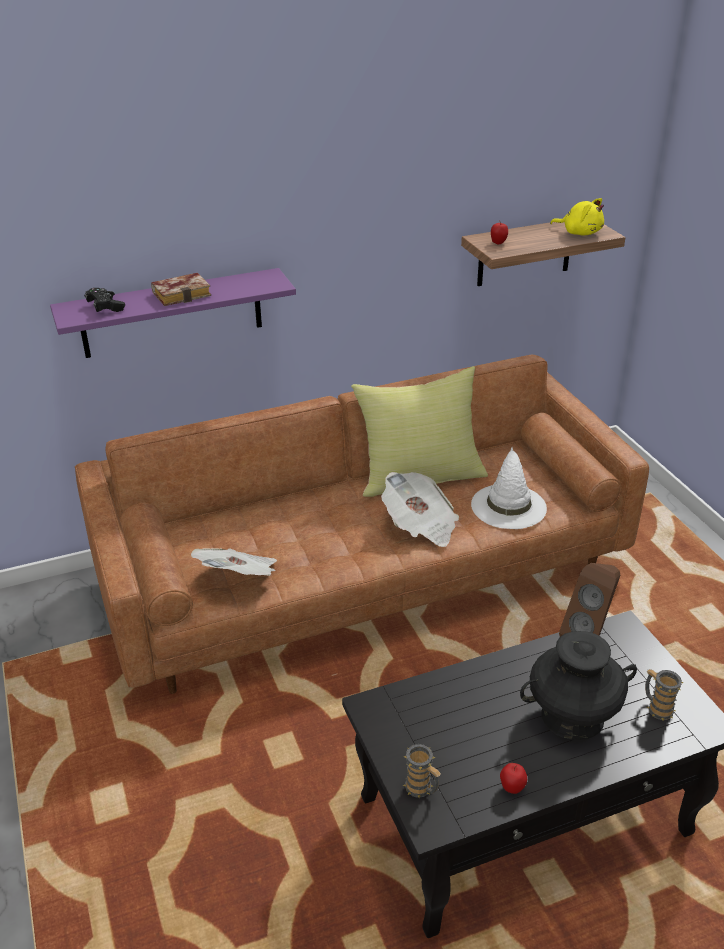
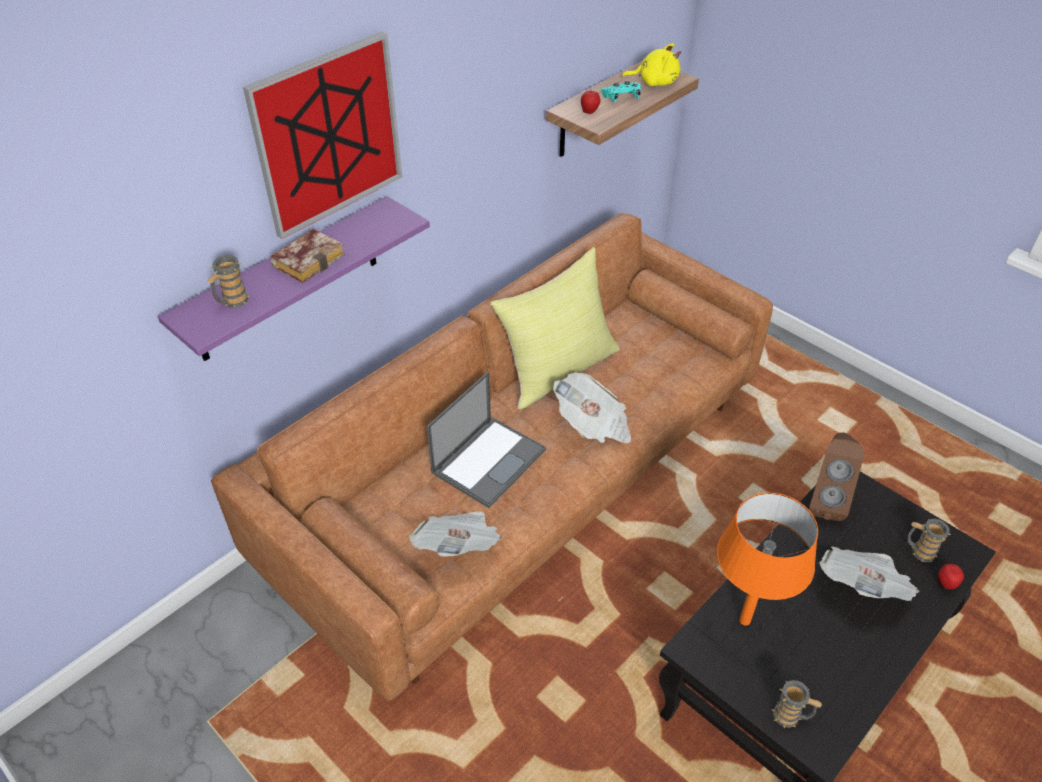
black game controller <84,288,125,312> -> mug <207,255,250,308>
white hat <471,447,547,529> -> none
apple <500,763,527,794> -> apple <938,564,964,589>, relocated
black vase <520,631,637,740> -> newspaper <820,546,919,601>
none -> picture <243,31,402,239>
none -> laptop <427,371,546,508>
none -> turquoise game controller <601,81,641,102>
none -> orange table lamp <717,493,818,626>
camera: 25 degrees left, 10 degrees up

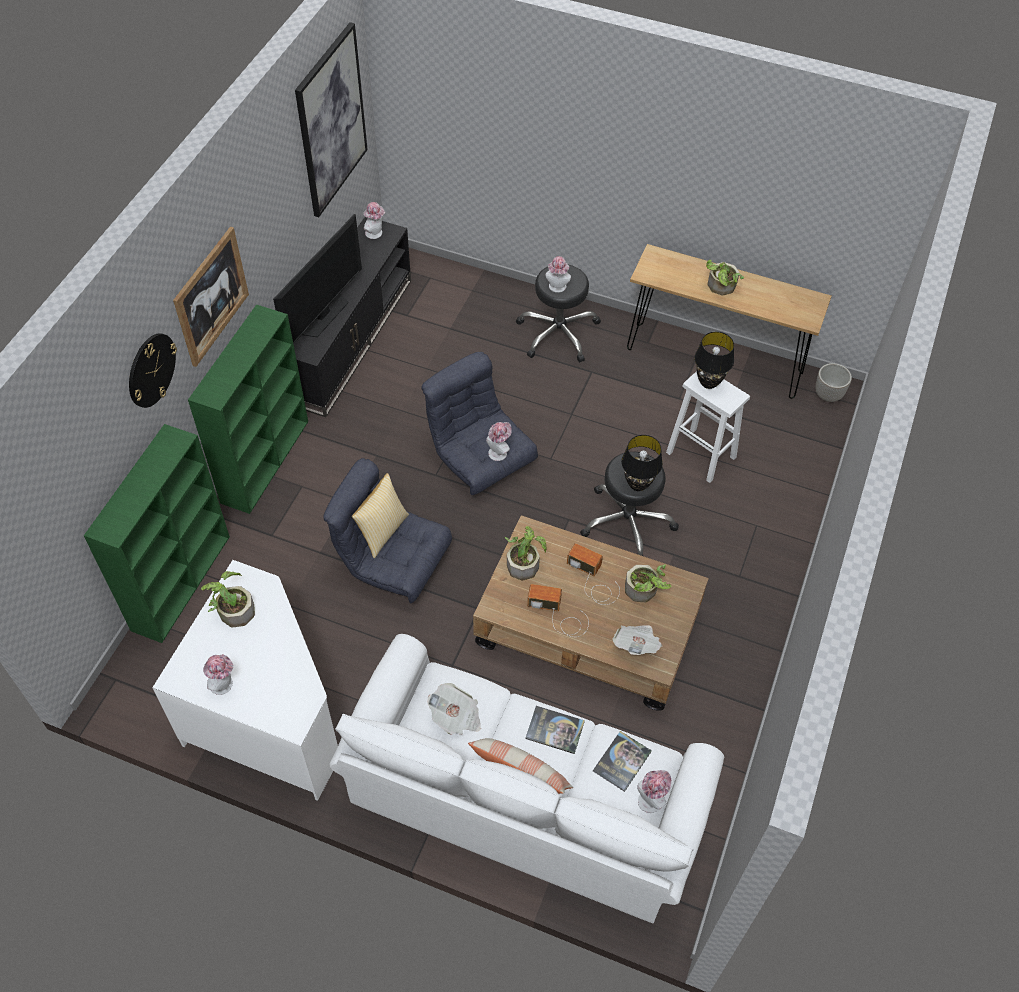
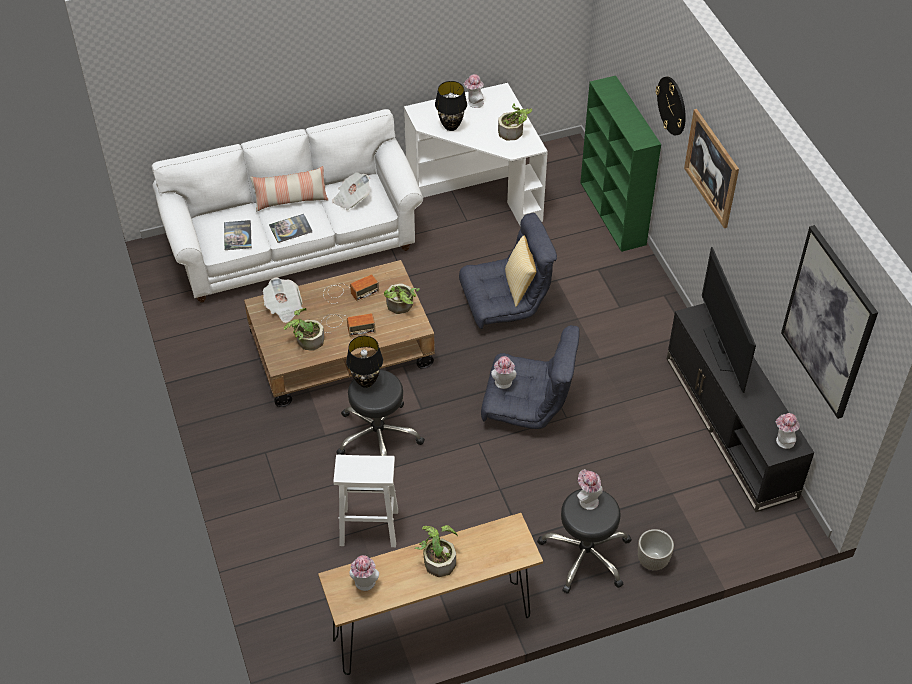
green bookcase <188,304,308,514> -> none
hat <637,770,671,813> -> hat <349,555,379,591>, relocated
black table lamp <694,331,734,389> -> black table lamp <435,81,467,131>, relocated
planter <815,363,852,402> -> planter <638,529,674,570>, relocated
camera: 140 degrees right, 5 degrees down

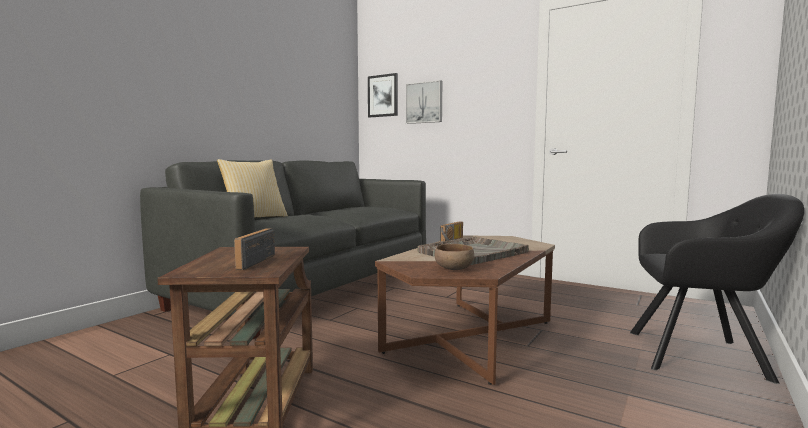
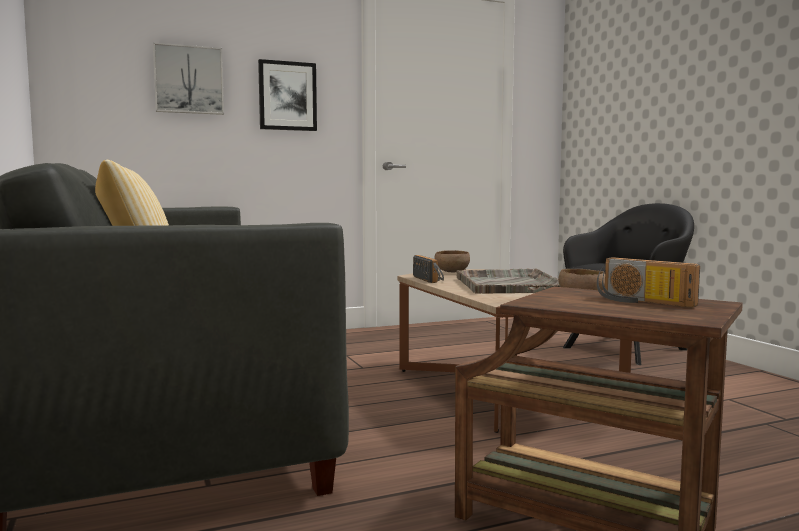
picture <368,73,398,117> -> picture <258,59,317,131>, relocated
none -> brown bowl <434,250,470,272>
camera: 55 degrees left, 0 degrees up

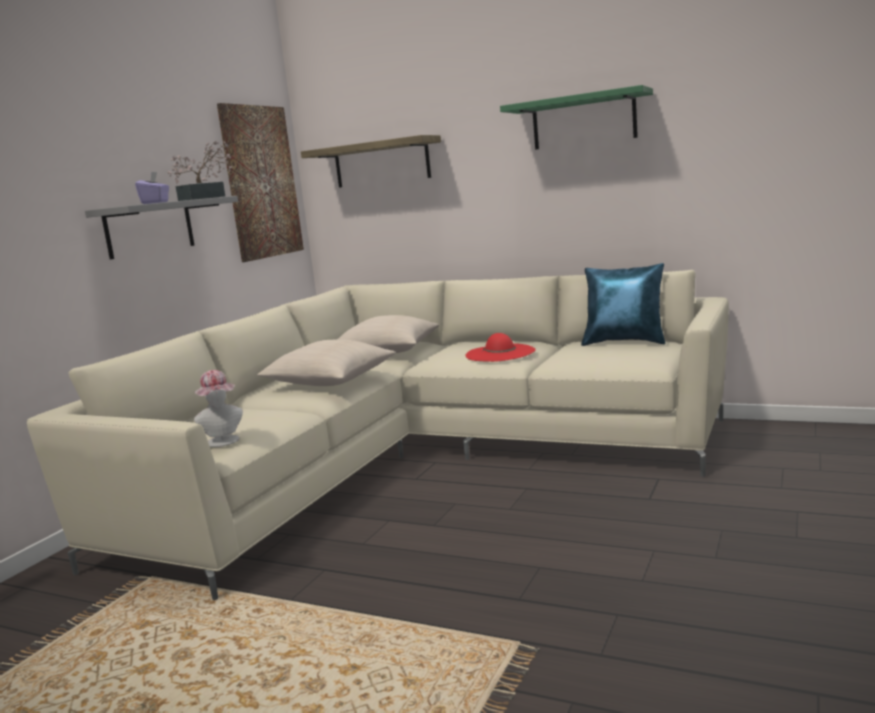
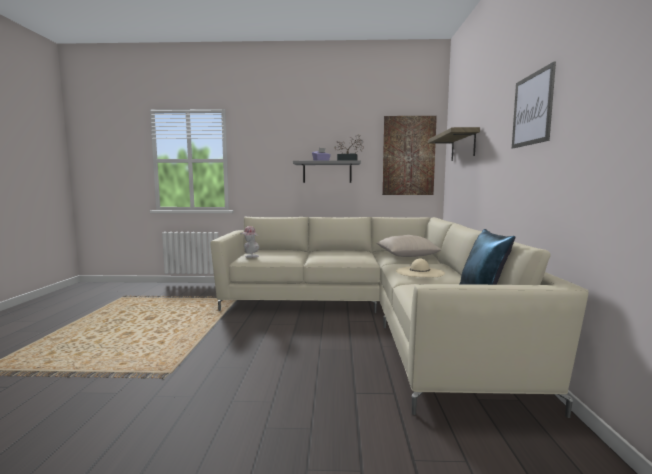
beige pillow <257,340,396,386> -> none
red hat <466,333,536,362> -> beige hat <396,259,445,277>
green shelf <500,85,653,150> -> picture <512,62,556,148>
camera: 65 degrees right, 5 degrees down

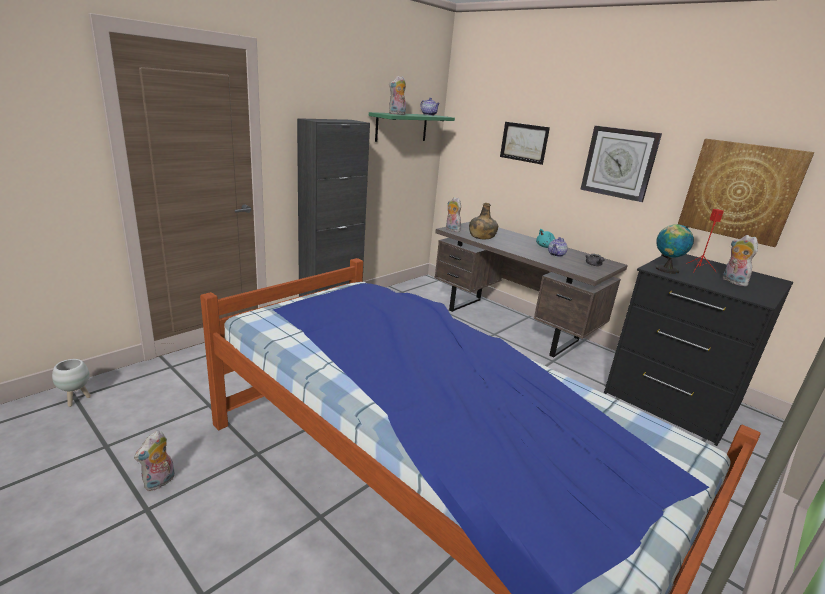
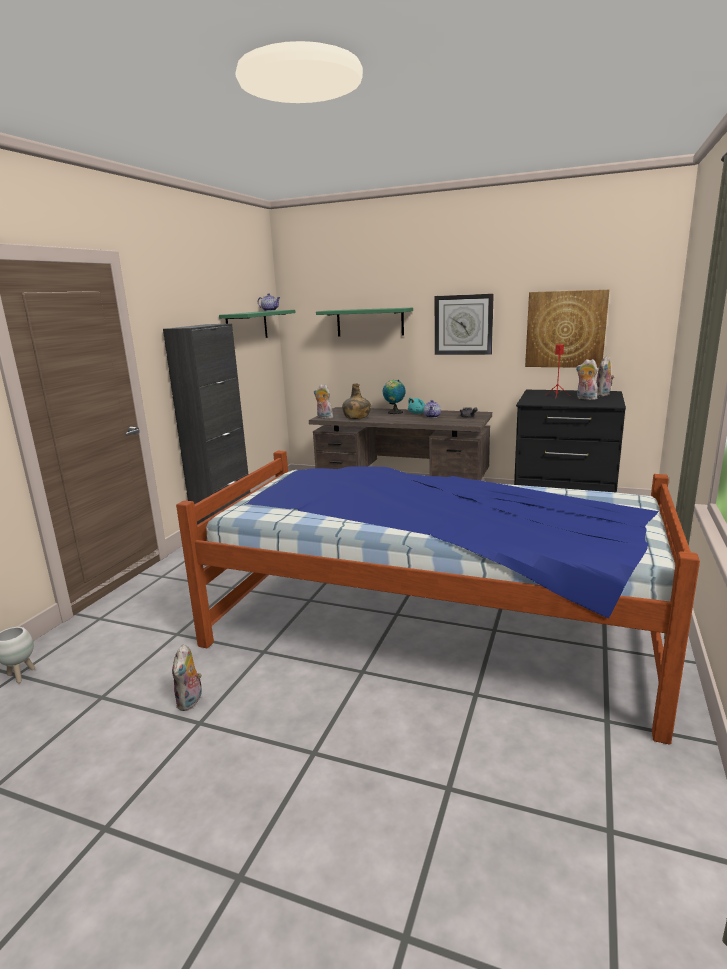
plush toy <389,76,406,115> -> plush toy <596,356,614,396>, relocated
picture <500,122,550,165> -> green shelf <316,308,413,337>
globe <656,224,694,274> -> globe <383,380,406,414>, relocated
camera: 20 degrees left, 5 degrees down

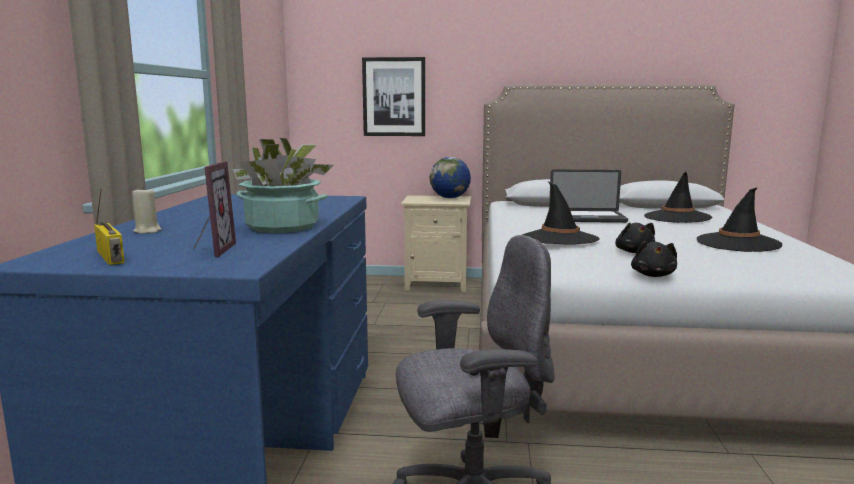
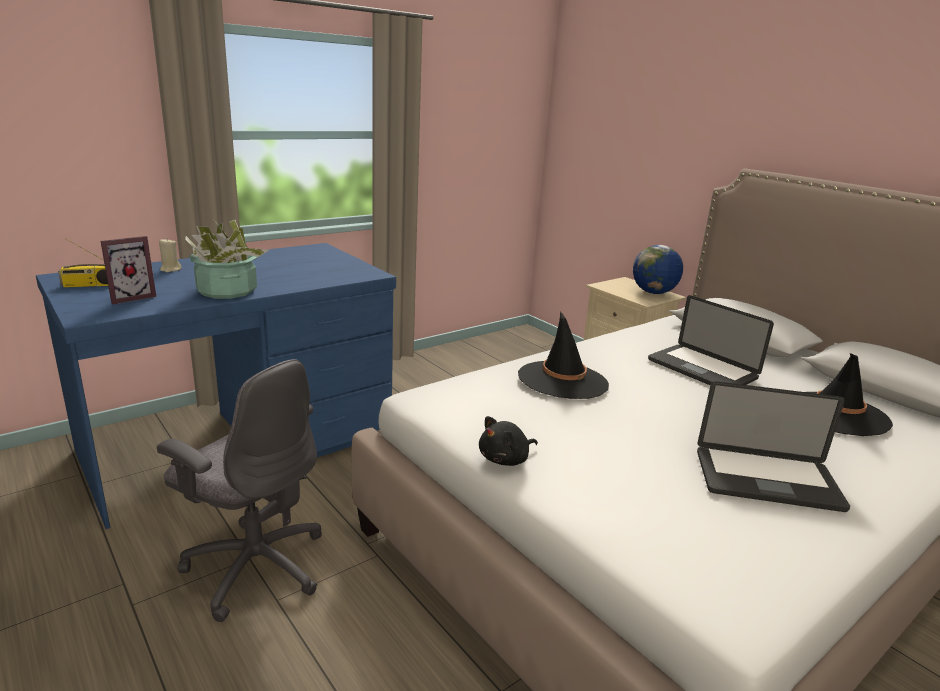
radio <94,188,125,265> -> radio <58,238,108,288>, 60 degrees clockwise
picture <362,57,425,136> -> none
black plush toy <615,222,655,253> -> none
black hat <697,188,782,252> -> laptop <697,381,850,512>
camera: 45 degrees right, 10 degrees up

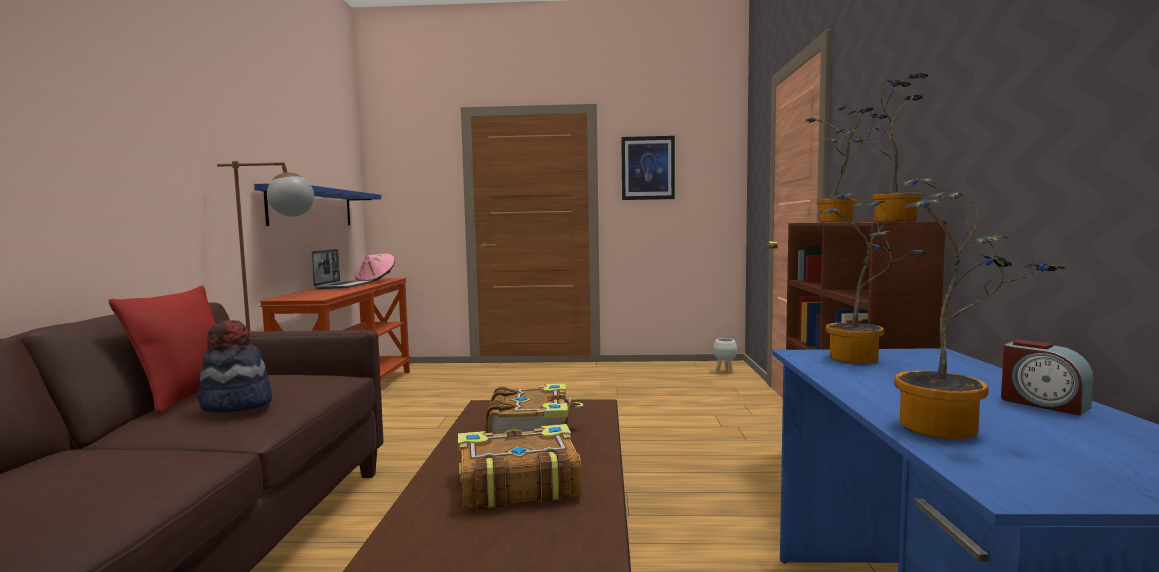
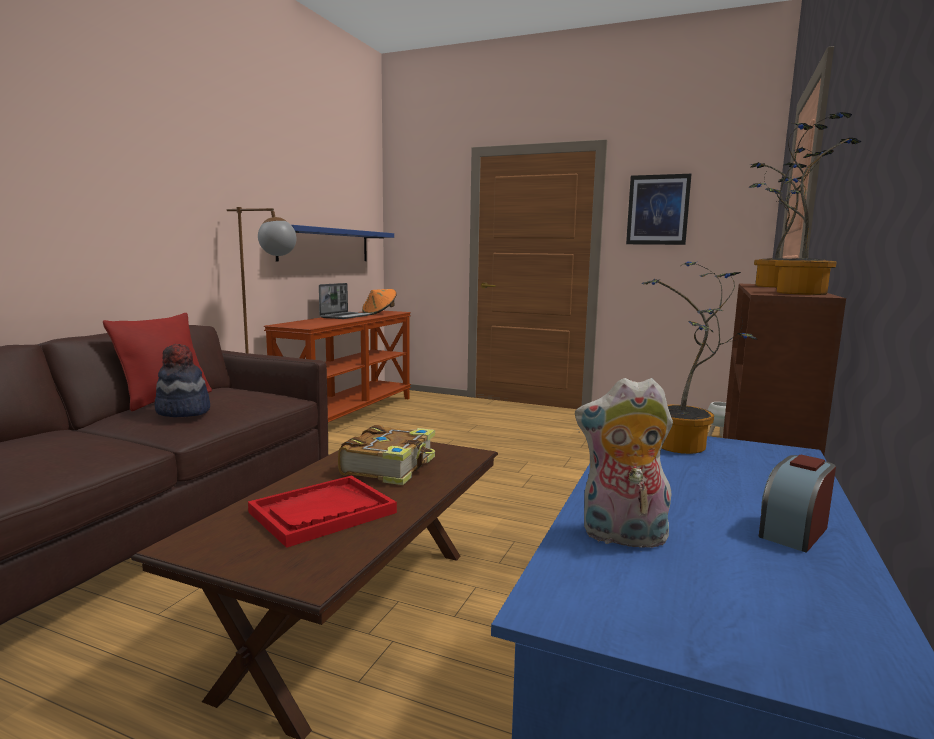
pink hat <355,254,395,283> -> orange hat <362,289,397,315>
book <458,424,582,511> -> red tray <248,475,397,548>
potted plant <894,177,1065,439> -> plush toy <575,378,673,552>
alarm clock <1001,340,1093,416> -> alarm clock <759,455,836,552>, 60 degrees clockwise
camera: 20 degrees right, 5 degrees up

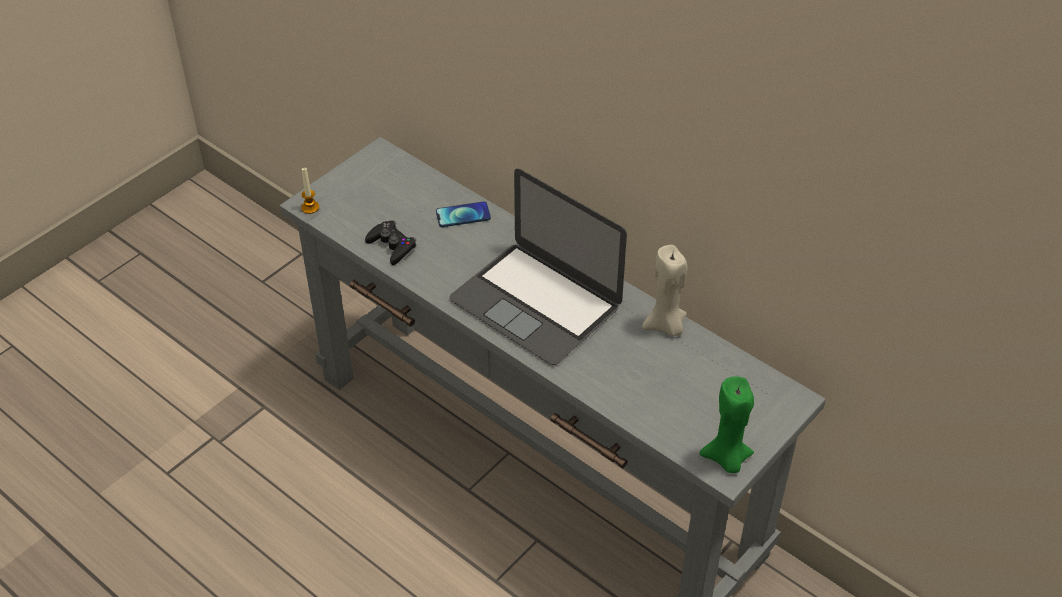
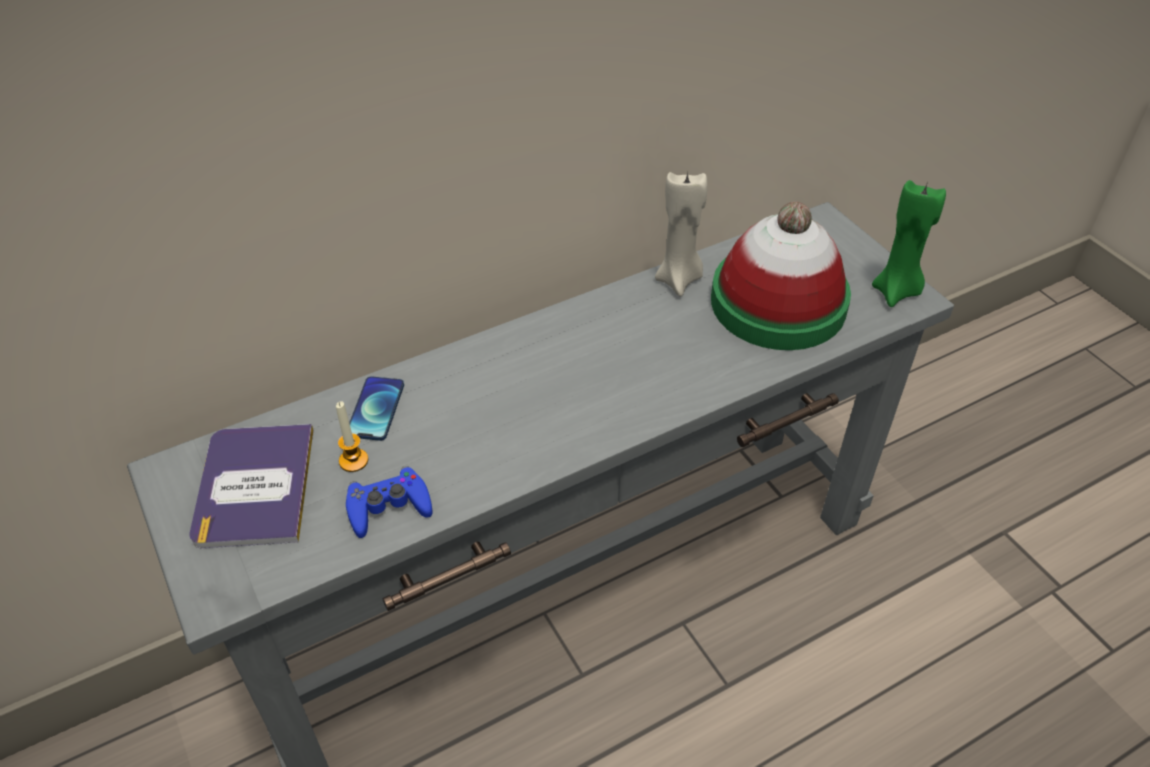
candle <301,167,319,214> -> candle <336,401,368,472>, relocated
black game controller <365,220,416,265> -> blue game controller <346,466,432,538>
laptop <450,169,627,365> -> none
none -> book <190,424,313,548>
none -> hat <711,202,851,350>
camera: 70 degrees left, 0 degrees up

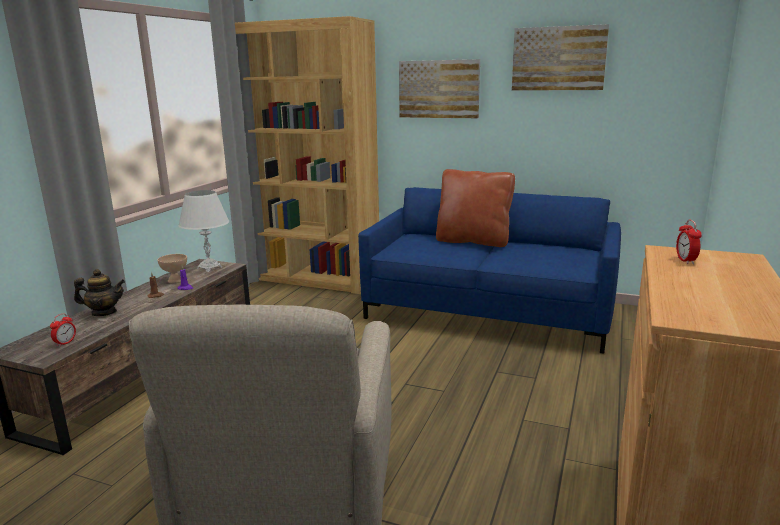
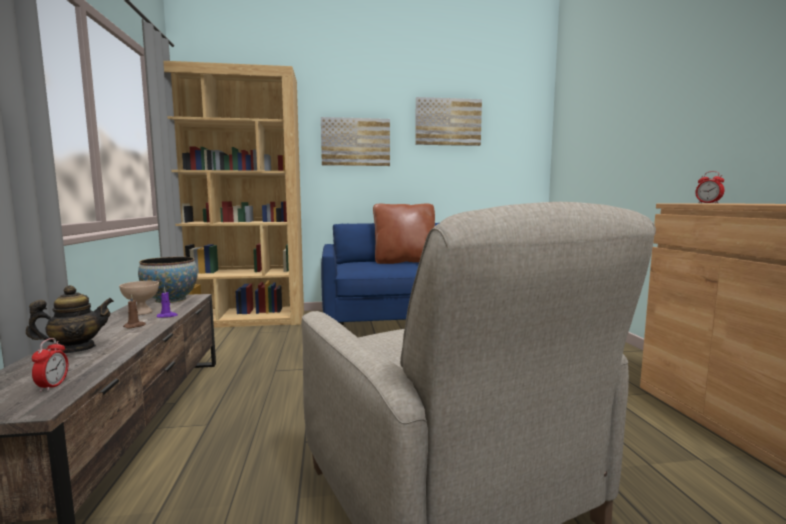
white table lamp <178,190,229,272> -> bowl <138,257,198,303>
camera: 30 degrees left, 10 degrees down

